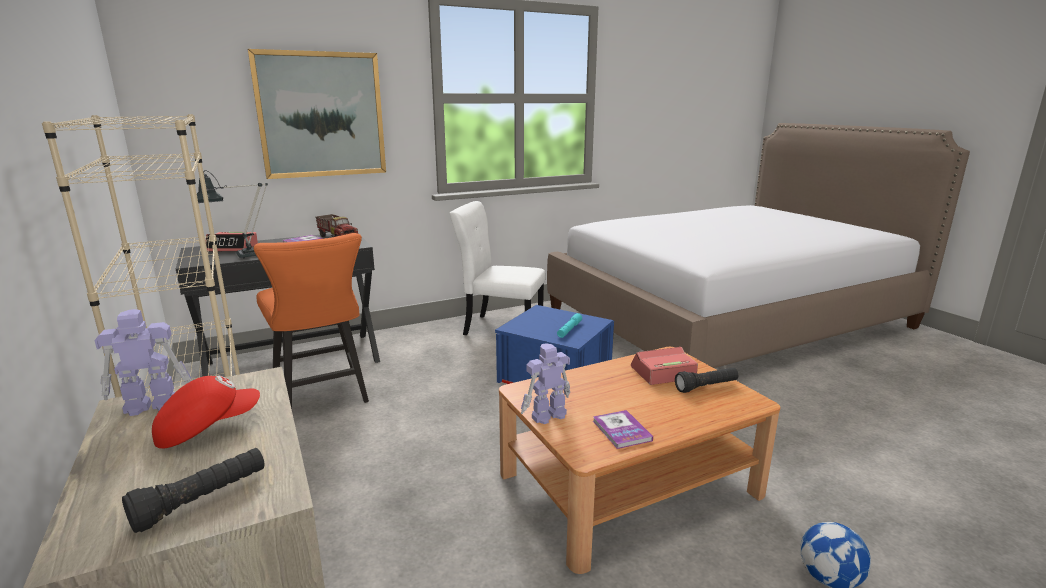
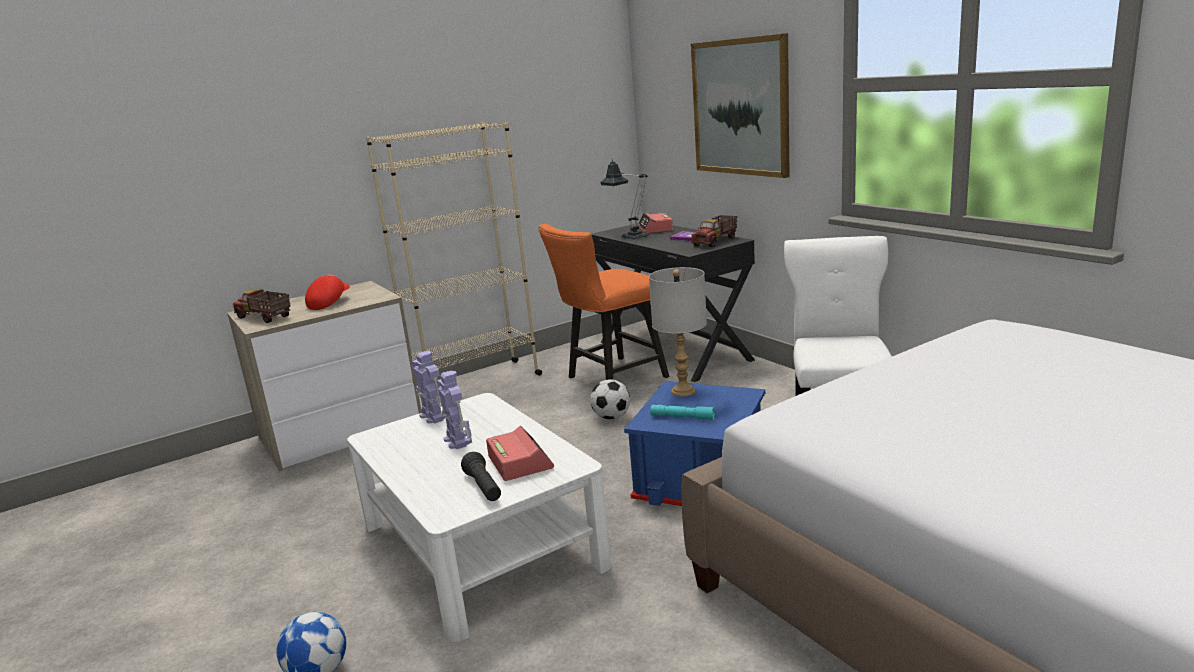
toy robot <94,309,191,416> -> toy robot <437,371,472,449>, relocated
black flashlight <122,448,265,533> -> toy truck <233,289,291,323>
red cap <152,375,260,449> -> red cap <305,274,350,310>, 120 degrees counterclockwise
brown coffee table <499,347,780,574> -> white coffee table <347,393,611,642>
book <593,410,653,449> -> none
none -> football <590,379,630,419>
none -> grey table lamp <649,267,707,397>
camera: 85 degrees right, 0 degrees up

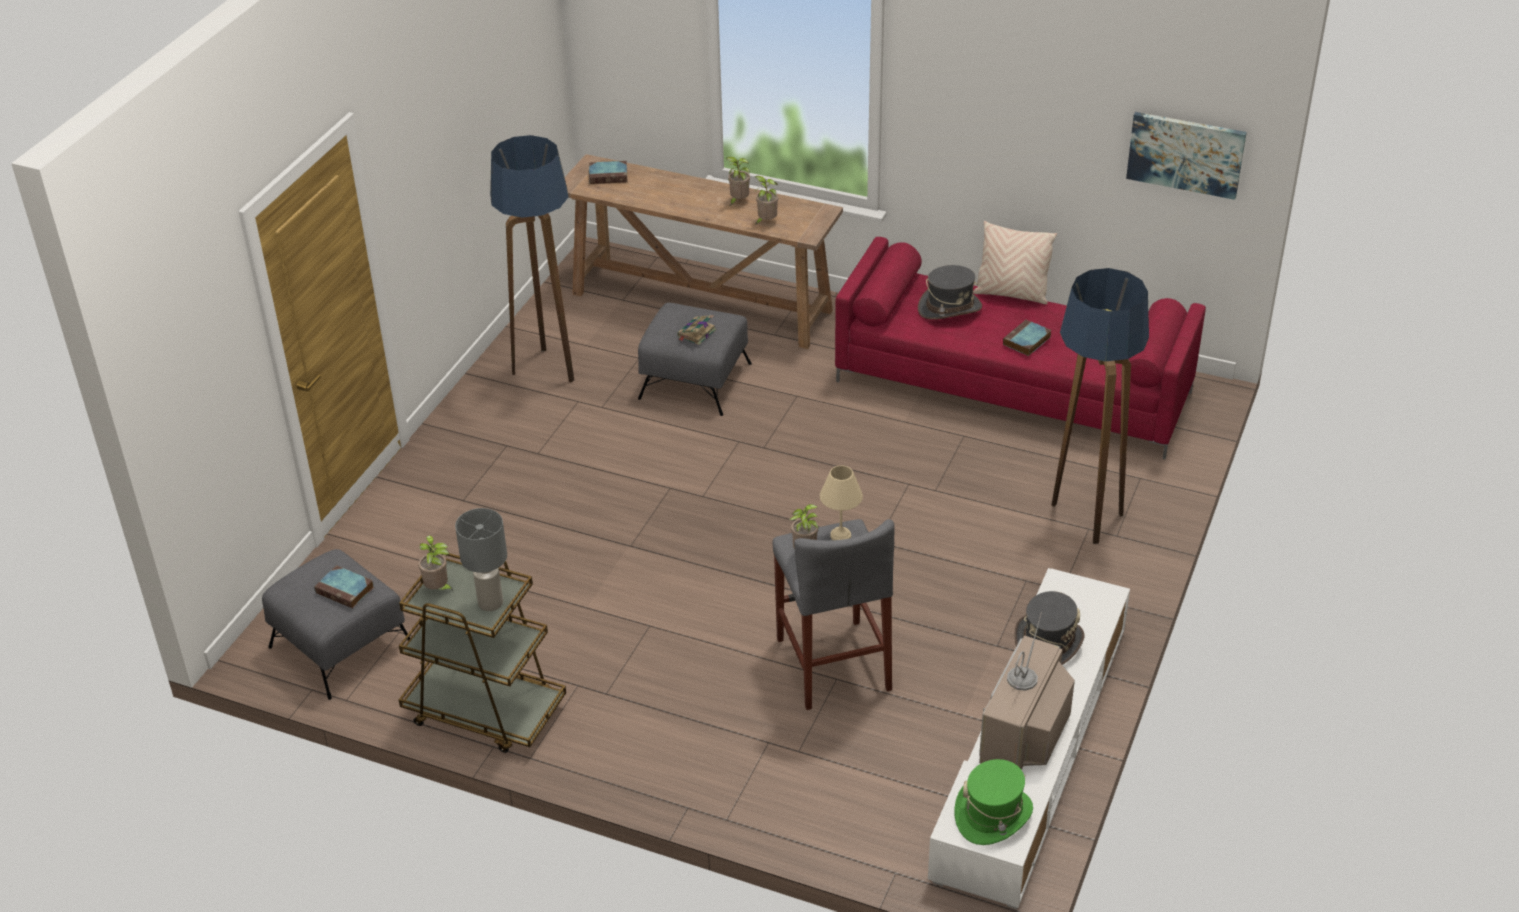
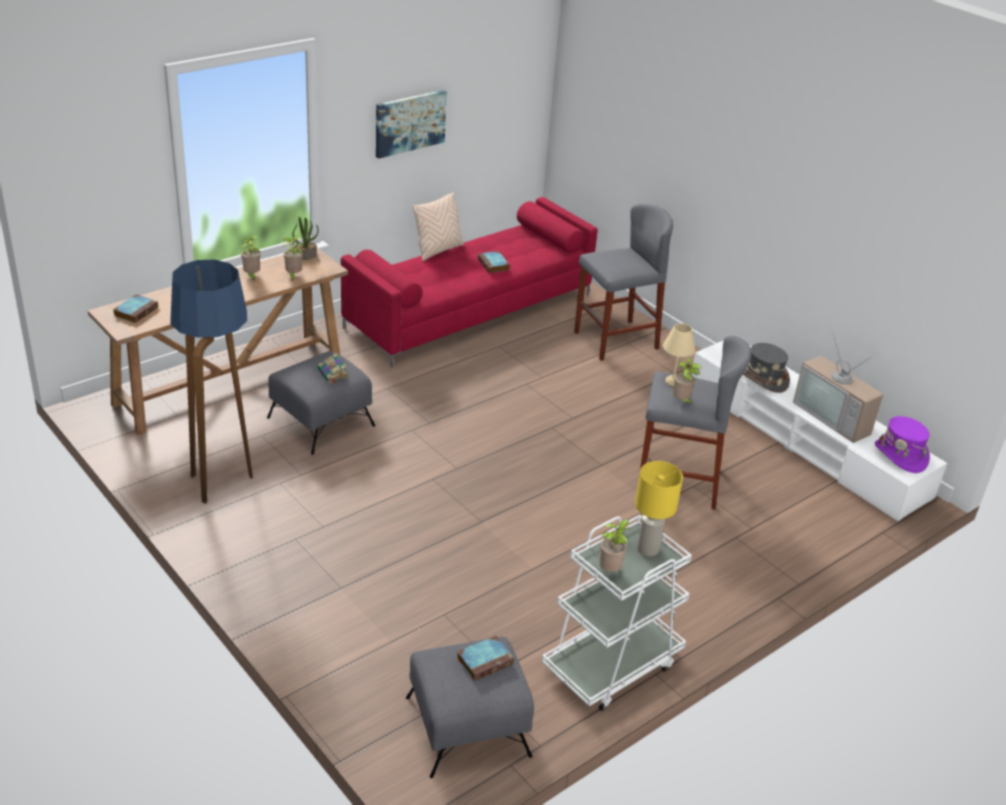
brown cart <399,553,566,753> -> white cart <542,515,692,711>
grey table lamp <455,508,507,611> -> yellow table lamp <635,461,683,556>
grey hat <918,265,982,320> -> none
green hat <954,759,1033,845> -> purple hat <875,416,930,473>
floor lamp <1051,268,1149,544> -> grey stool <574,204,673,361>
picture <1126,112,1247,200> -> picture <376,90,447,159>, relocated
none -> potted plant <292,217,319,260>
camera: 65 degrees left, 5 degrees down

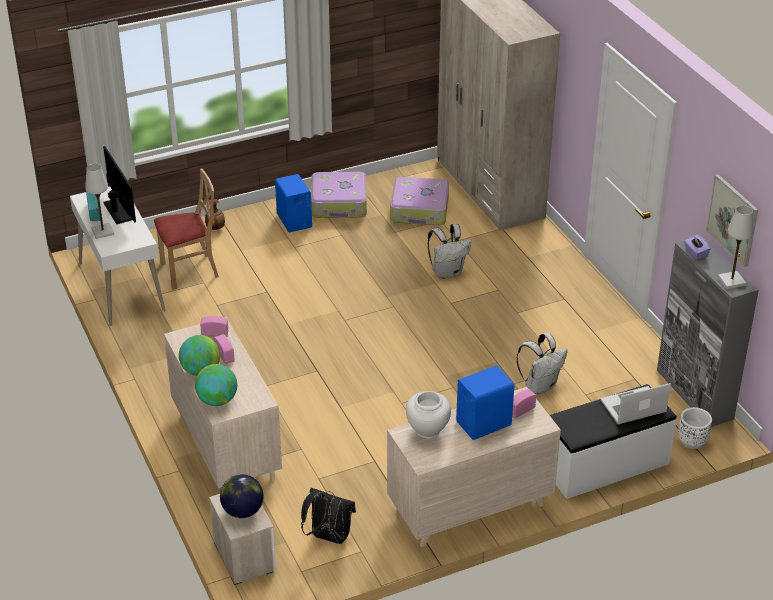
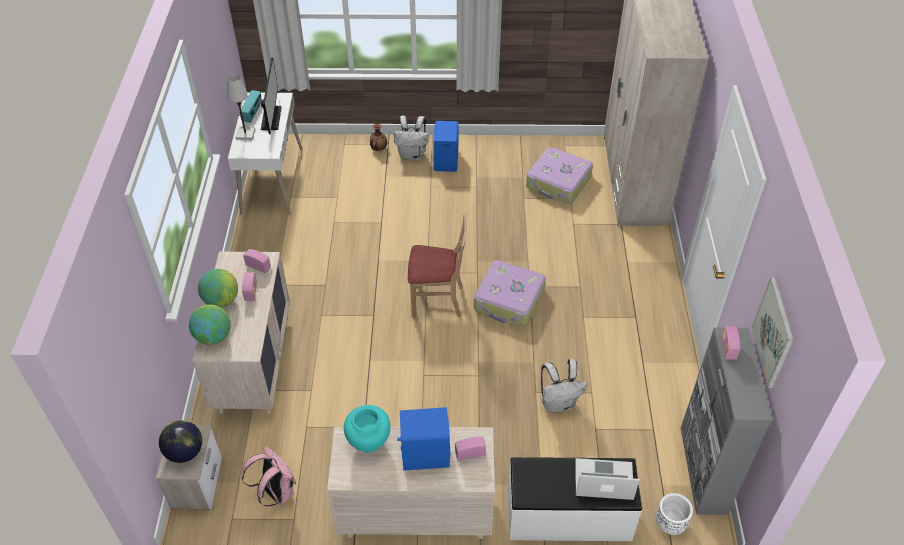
beige chair <154,168,219,290> -> beige chair <408,214,467,318>, relocated
black backpack <301,488,356,544> -> pink backpack <242,446,296,506>
suitcase <311,172,367,218> -> suitcase <474,260,546,327>, relocated
white vase <406,391,451,439> -> turquoise vase <344,405,390,452>
white backpack <428,224,471,279> -> white backpack <394,116,429,160>, relocated
purple tissue box <684,235,711,260> -> radio <721,326,740,360>
white table lamp <718,205,753,289> -> none
camera: 25 degrees right, 10 degrees up

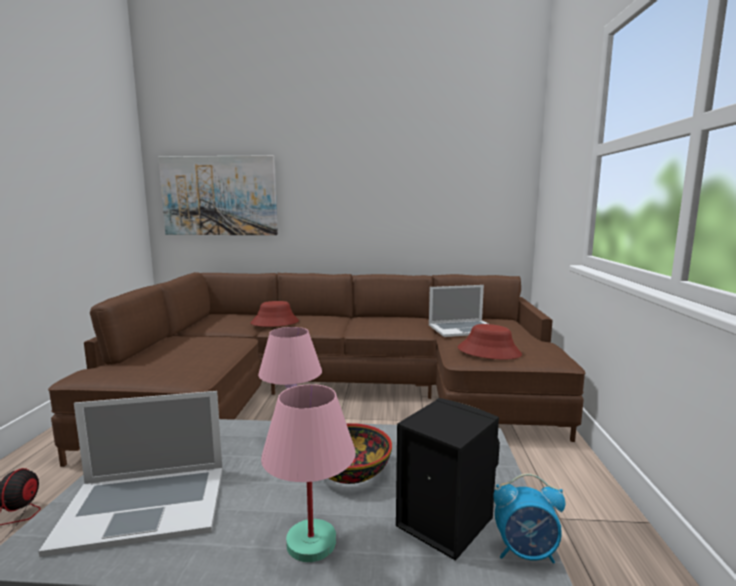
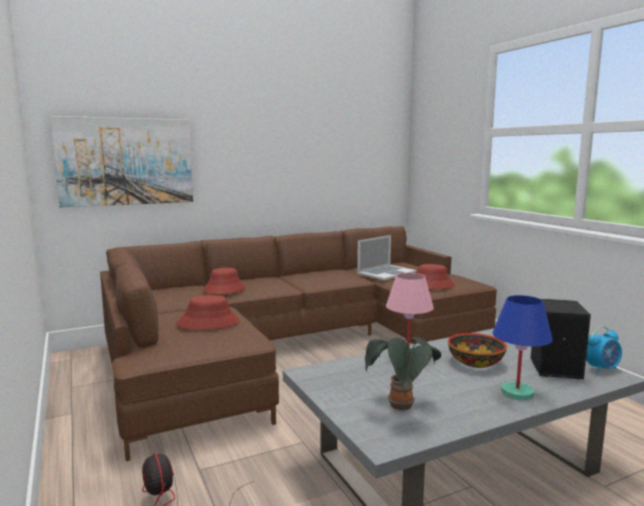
laptop <39,391,223,557> -> potted plant <365,337,441,410>
pink table lamp <261,384,356,562> -> blue table lamp <493,295,553,400>
none -> red hat <176,295,239,330>
camera: 30 degrees left, 0 degrees up

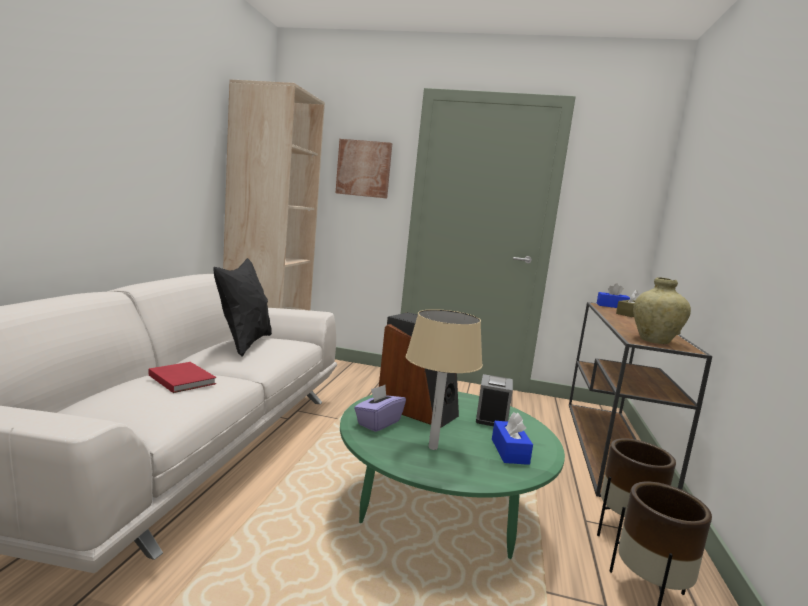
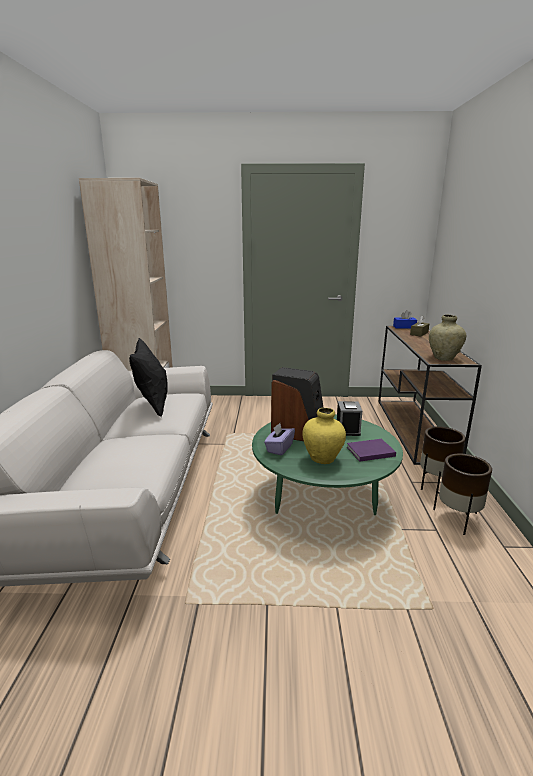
red book <149,362,217,393> -> none
picture <336,139,392,199> -> none
beige table lamp <406,309,483,450> -> yellow vase <303,408,346,464>
blue tissue box <492,412,533,465> -> purple book <347,439,396,462>
camera: 10 degrees left, 10 degrees up

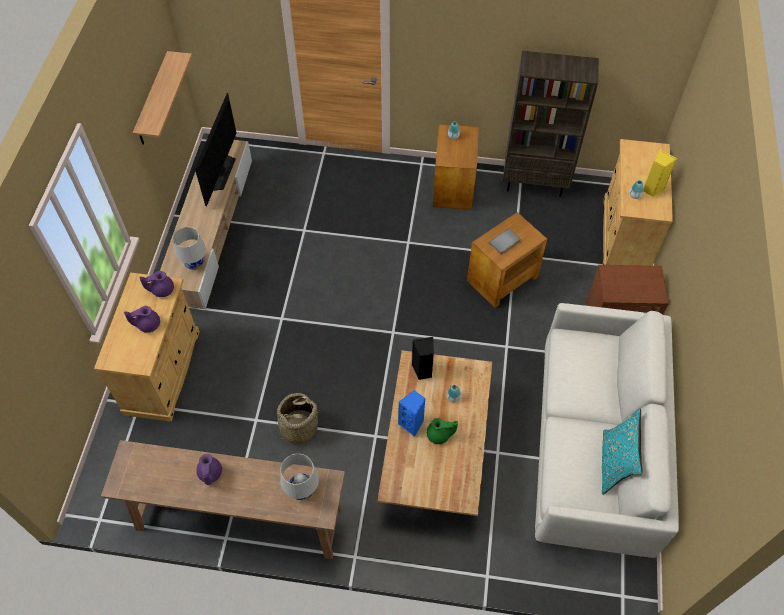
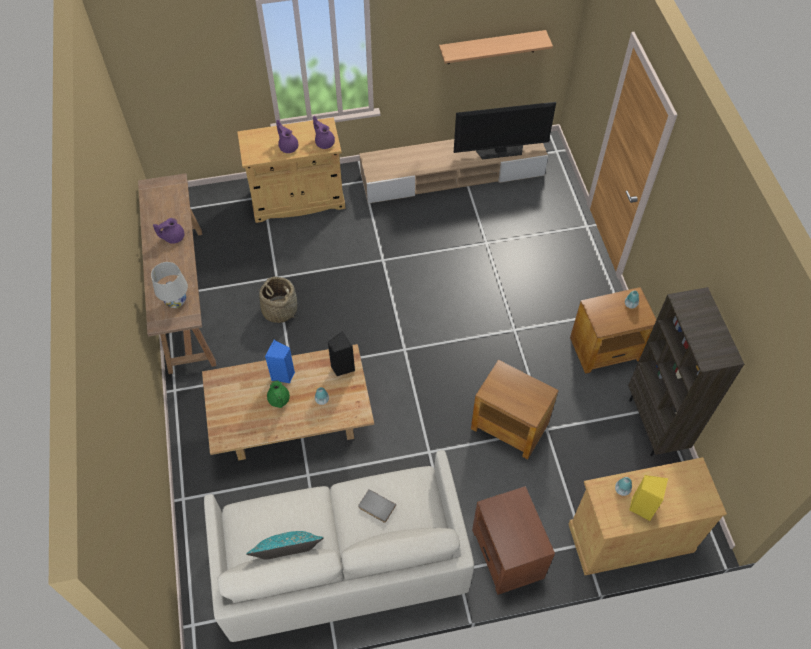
white table lamp <173,227,206,270> -> none
grey book <489,228,520,255> -> grey book <358,489,396,523>, relocated
camera: 70 degrees right, 0 degrees up

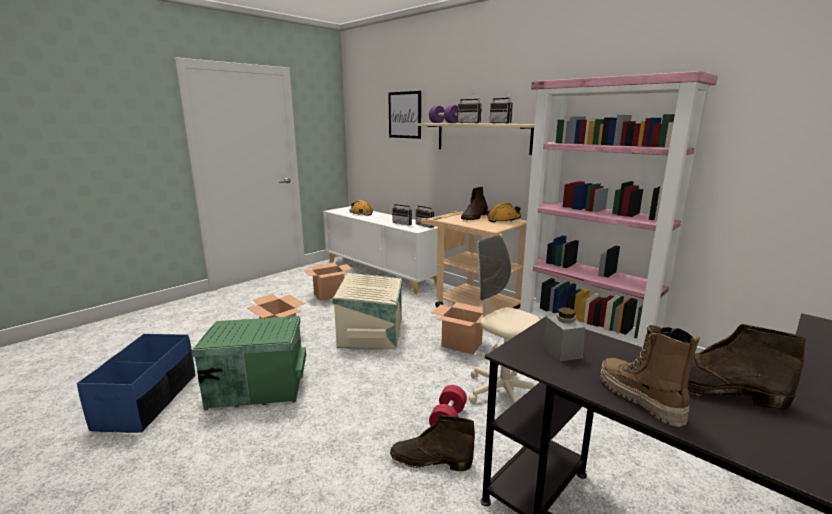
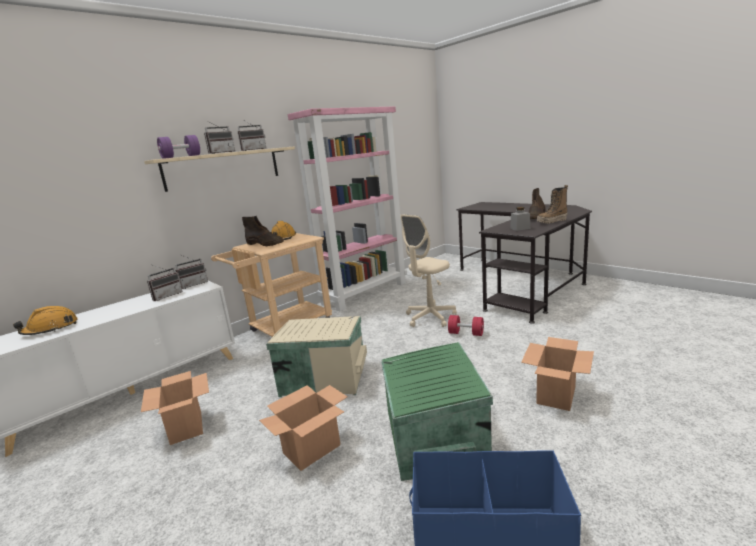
picture <388,91,421,139> -> none
brown boot <390,415,475,471> -> none
cardboard box <431,302,483,354> -> cardboard box <521,337,594,411>, relocated
camera: 85 degrees left, 0 degrees up

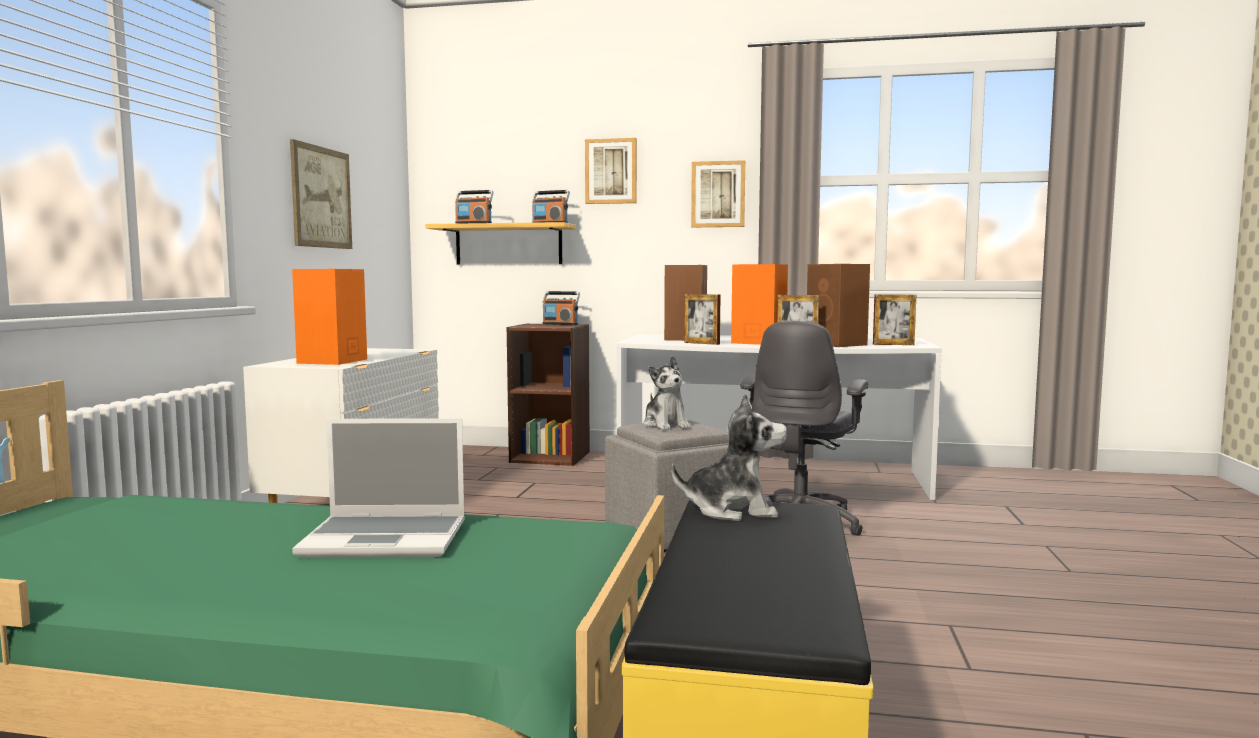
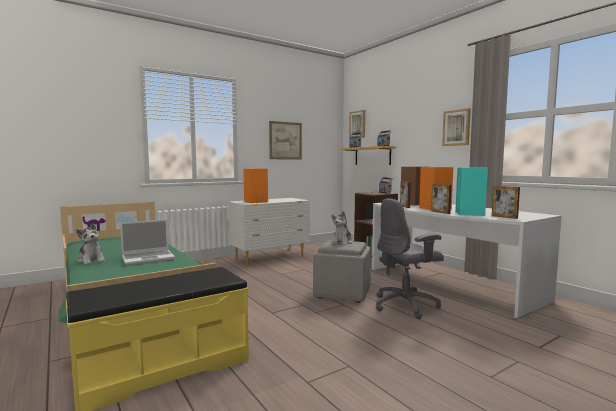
laptop <292,418,465,558> -> laptop <120,219,175,265>, 75 degrees counterclockwise
picture <585,138,637,204> -> picture <349,110,365,138>, relocated
plush toy <671,393,787,521> -> plush toy <76,223,105,264>, relocated
brown speaker <807,264,870,347> -> turquoise speaker <455,167,488,216>
camera: 45 degrees right, 0 degrees up

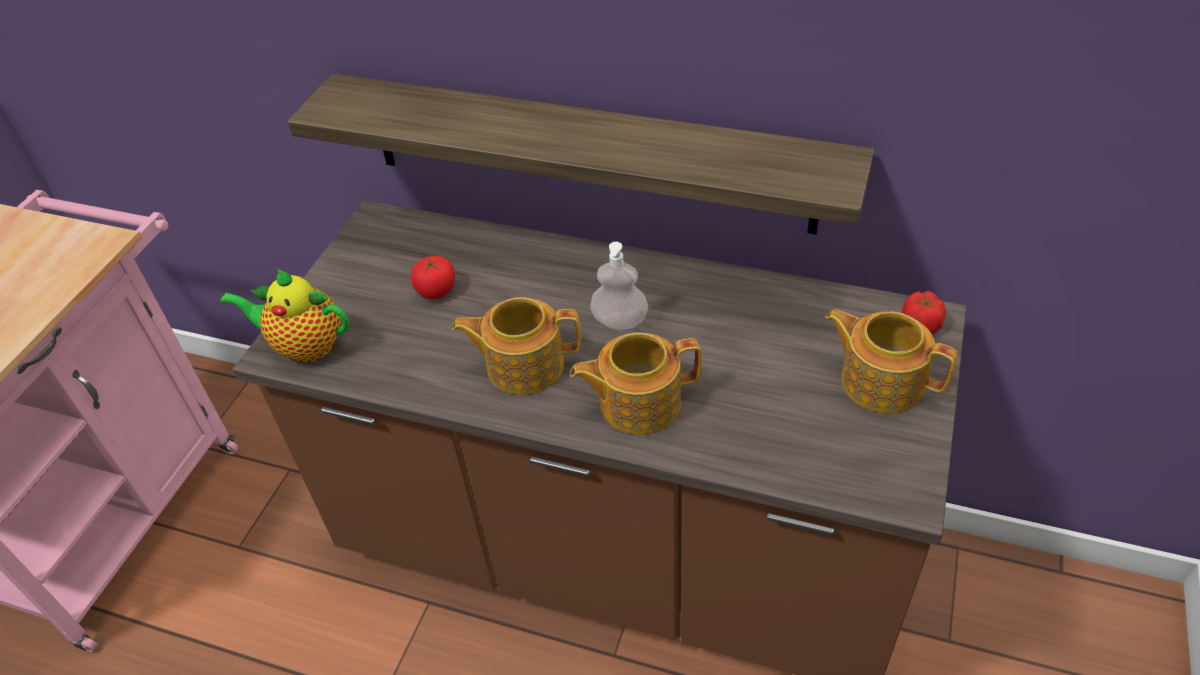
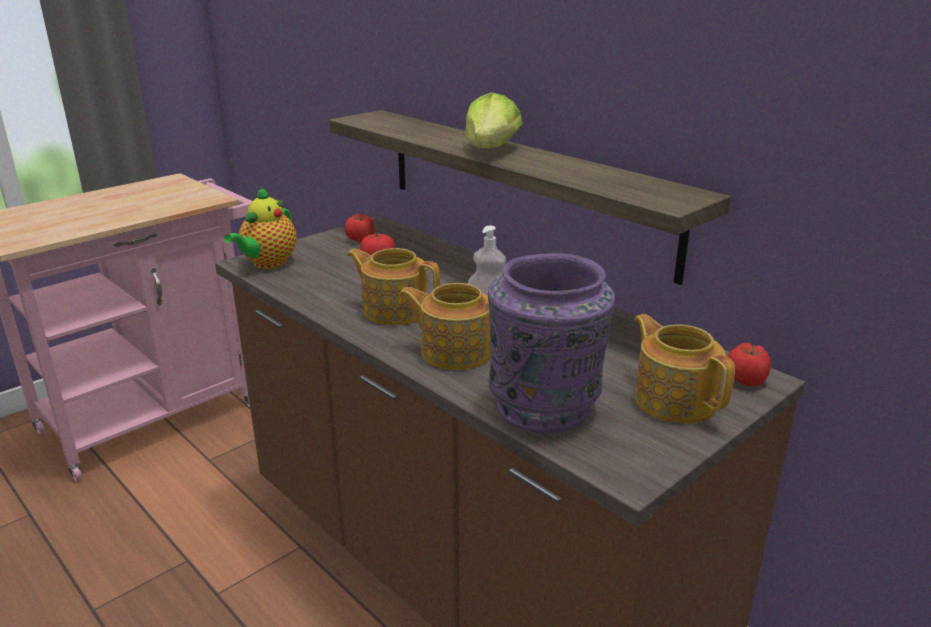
teapot <220,269,349,362> -> teapot <224,187,297,269>, 105 degrees counterclockwise
none -> tomato <345,214,375,242>
none -> lettuce <465,92,523,148>
none -> purple vase <488,253,615,433>
camera: 25 degrees right, 20 degrees down

